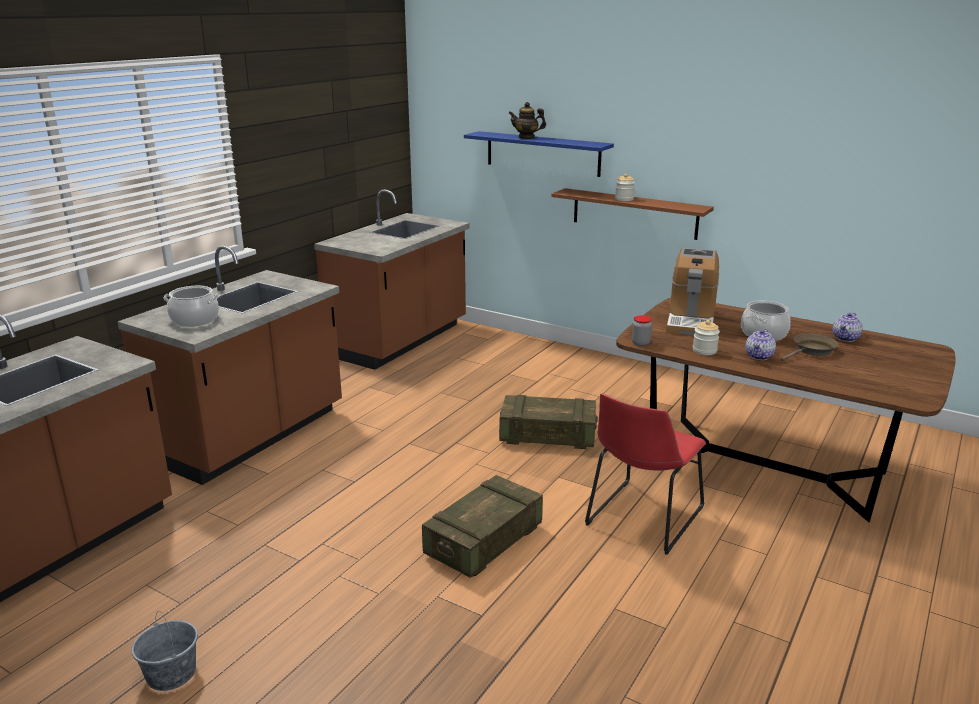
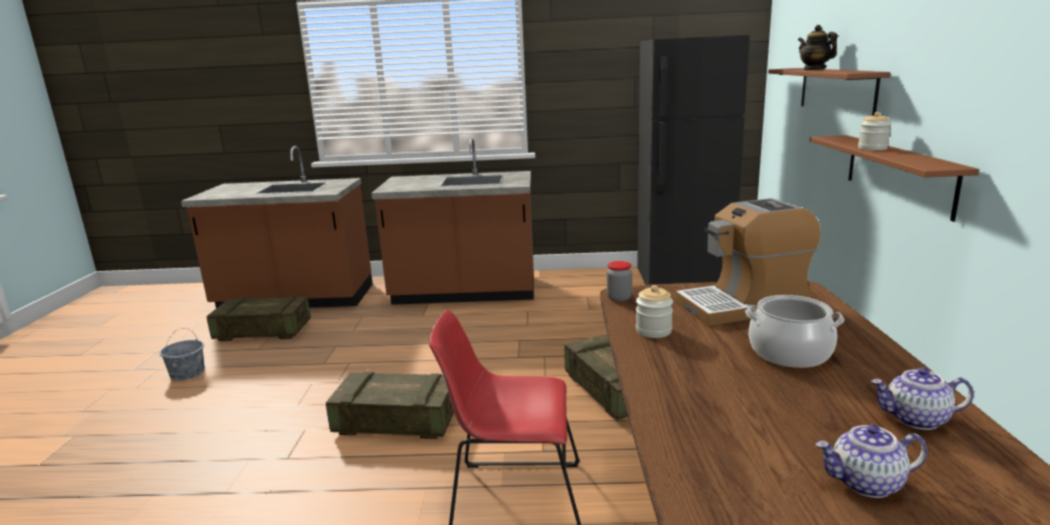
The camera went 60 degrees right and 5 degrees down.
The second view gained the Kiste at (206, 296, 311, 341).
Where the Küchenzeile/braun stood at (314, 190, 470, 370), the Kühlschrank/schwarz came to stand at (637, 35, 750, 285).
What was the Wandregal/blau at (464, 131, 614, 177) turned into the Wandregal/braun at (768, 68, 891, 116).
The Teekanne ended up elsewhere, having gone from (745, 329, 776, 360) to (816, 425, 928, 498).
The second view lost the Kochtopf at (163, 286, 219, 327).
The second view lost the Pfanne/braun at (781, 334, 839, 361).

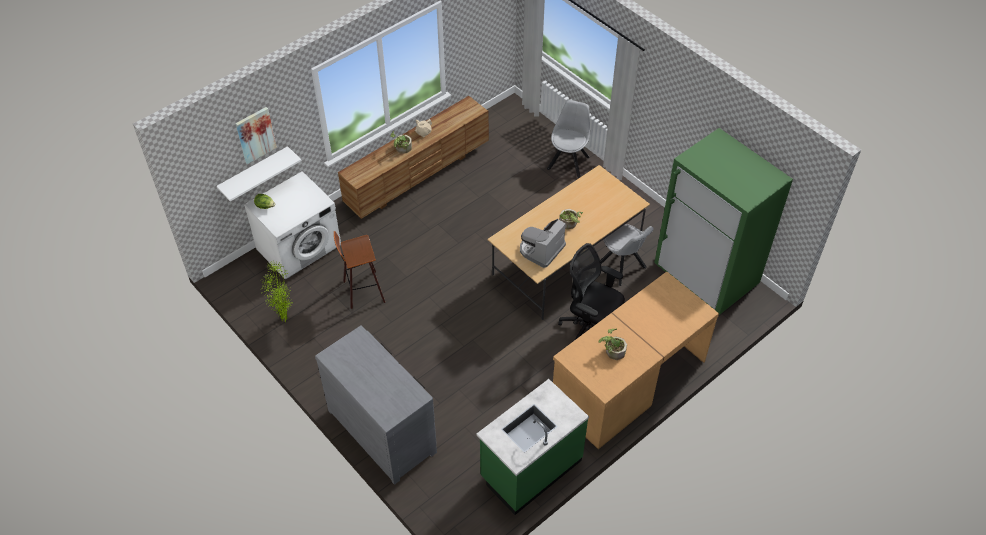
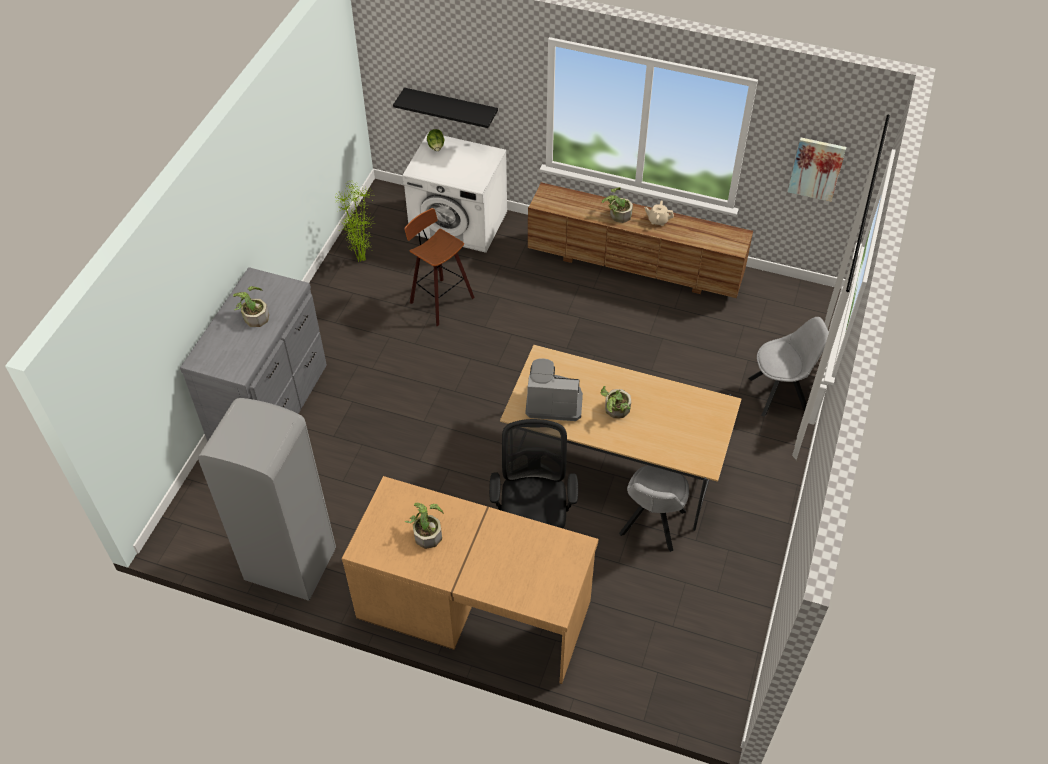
The camera went 60 degrees right and 0 degrees up.
Where the Küchenzeile/grün stood at (476, 379, 589, 515), the Kühlschrank/grau came to stand at (198, 398, 336, 601).
The second view gained the Topfpflanze at (233, 286, 269, 327).
What was the Wandregal/weiß at (217, 146, 301, 201) turned into the Wandregal/schwarz at (393, 88, 498, 128).
The Bild ended up elsewhere, having gone from (235, 107, 277, 164) to (788, 138, 846, 202).
The second view lost the Kühlschrank/grün at (654, 128, 793, 315).

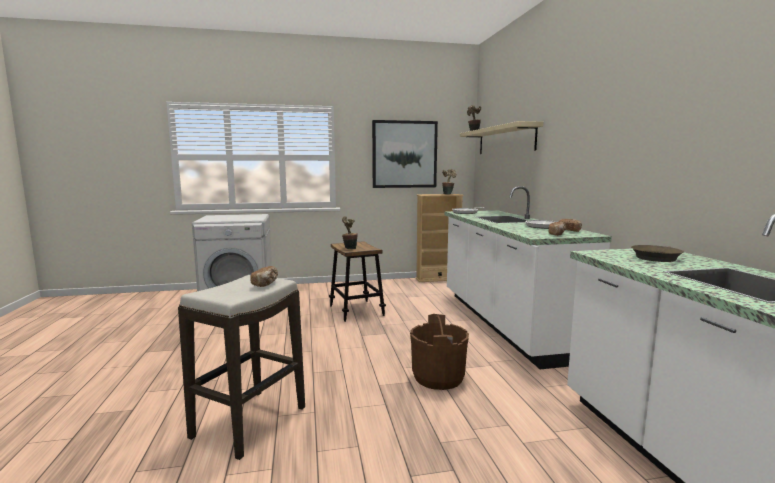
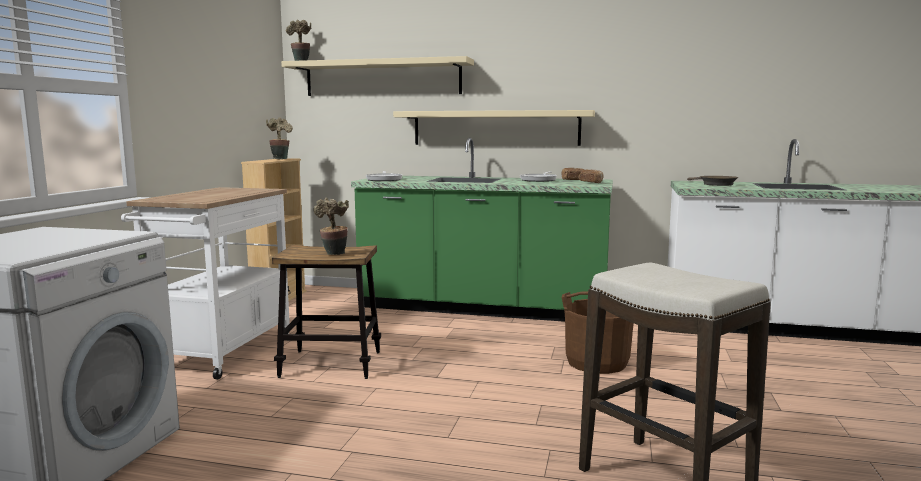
The camera went 65 degrees left and 0 degrees up.
The second view gained the Rollwagen/weiß at (121, 187, 290, 379).
What was the Küchenzeile/weiß at (445, 186, 612, 369) turned into the Küchenzeile/grün at (351, 138, 613, 322).
The second view gained the Wandregal/beige at (393, 110, 595, 146).
The second view lost the Brot at (250, 266, 278, 287).
The second view lost the Bild at (372, 120, 438, 188).

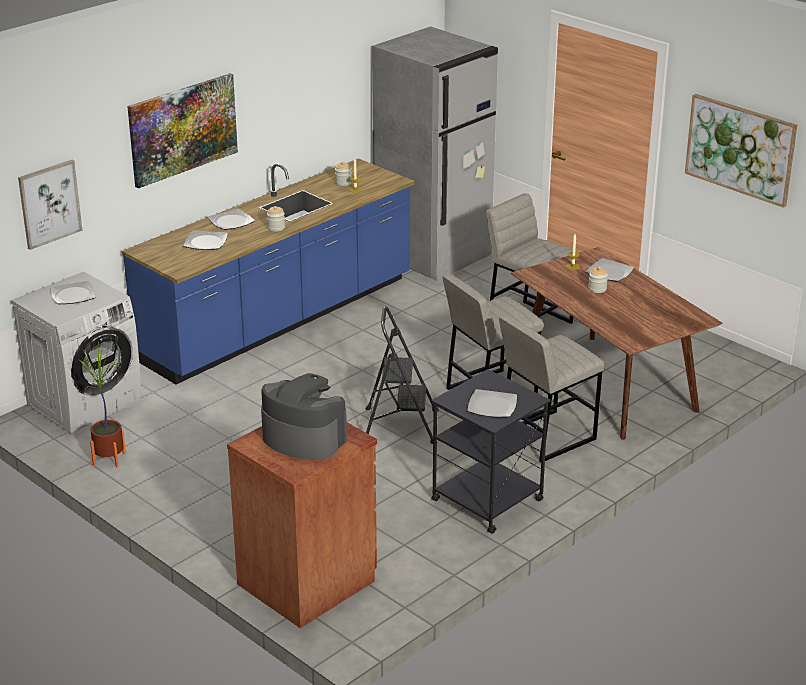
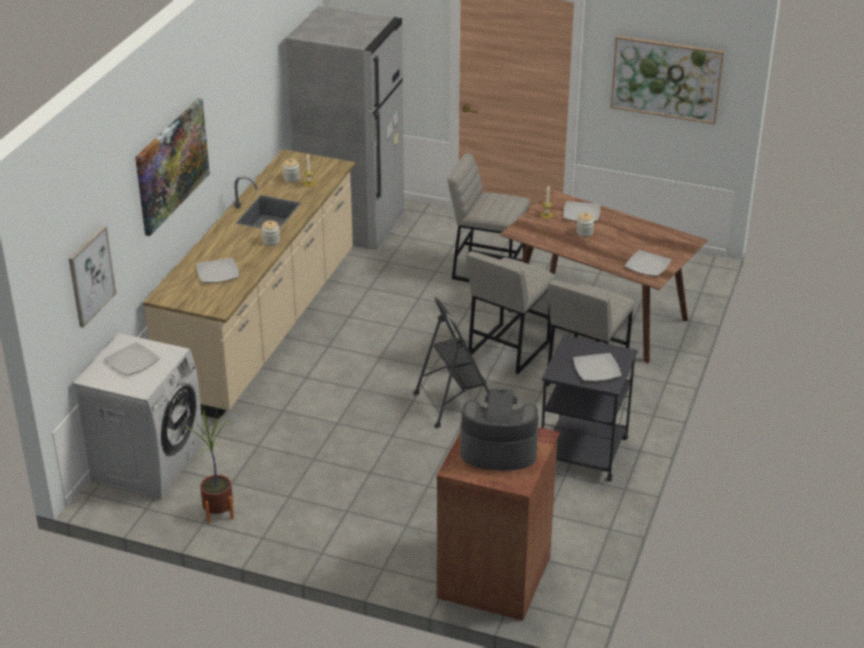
The camera went 25 degrees left and 5 degrees up.
What was the Küchenzeile/blau at (122, 158, 415, 384) turned into the Küchenzeile/beige at (143, 149, 355, 419).
The Teller ended up elsewhere, having gone from (208, 208, 255, 230) to (625, 250, 671, 276).

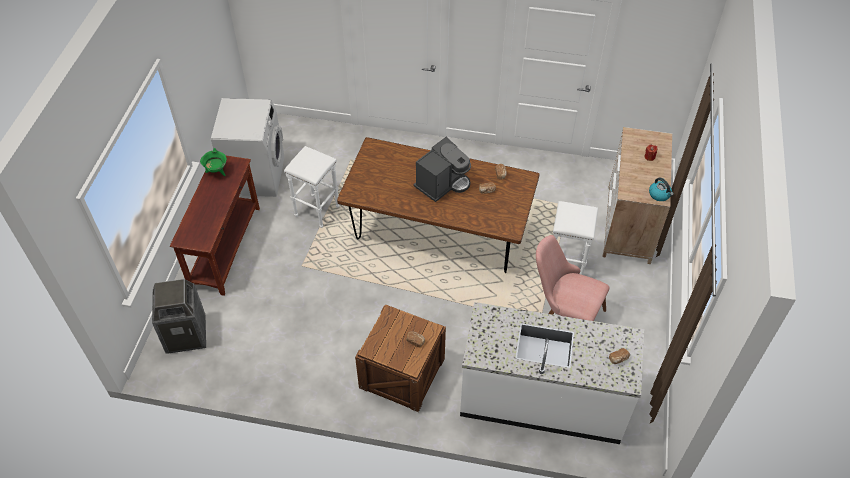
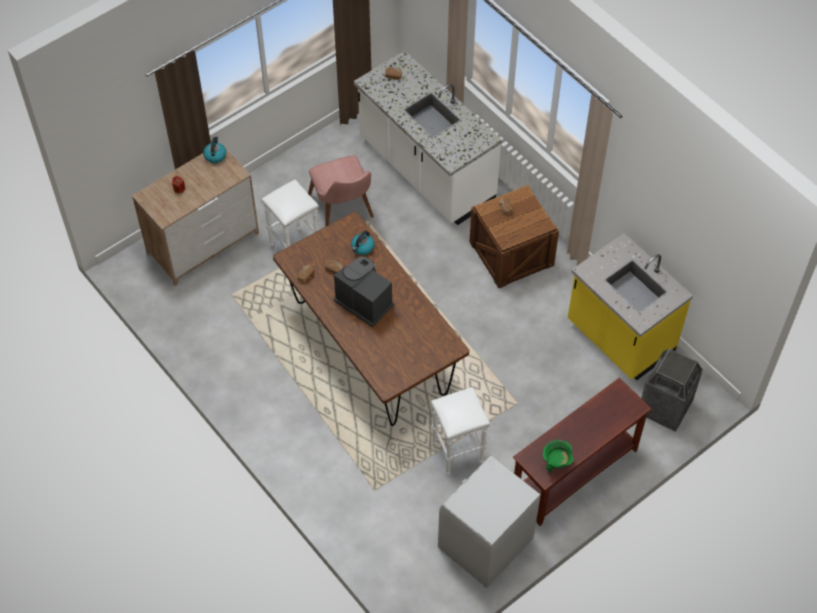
The camera went 140 degrees left and 5 degrees up.
The Kaffeemaschine at (413, 137, 471, 202) ended up facing another way, 45 degrees clockwise from before.
The second view gained the Wasserkessel at (351, 231, 375, 255).
The second view gained the Küchenzeile/gelb at (568, 233, 693, 380).

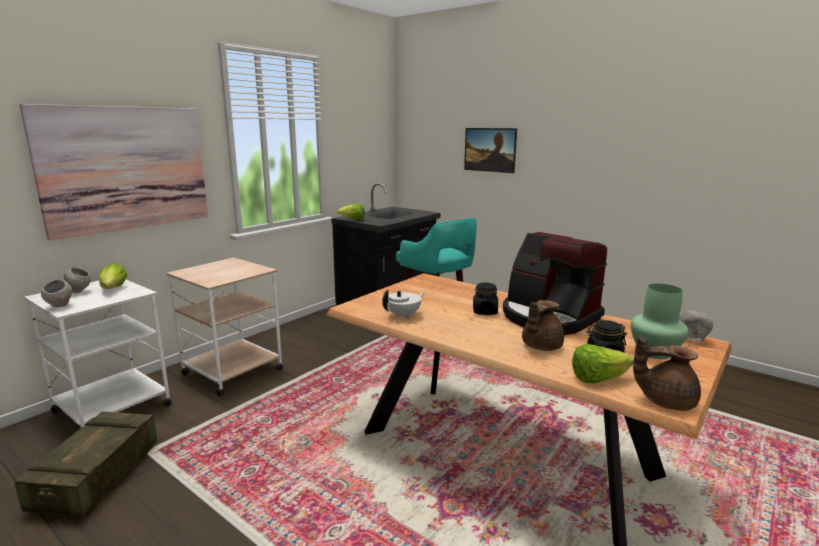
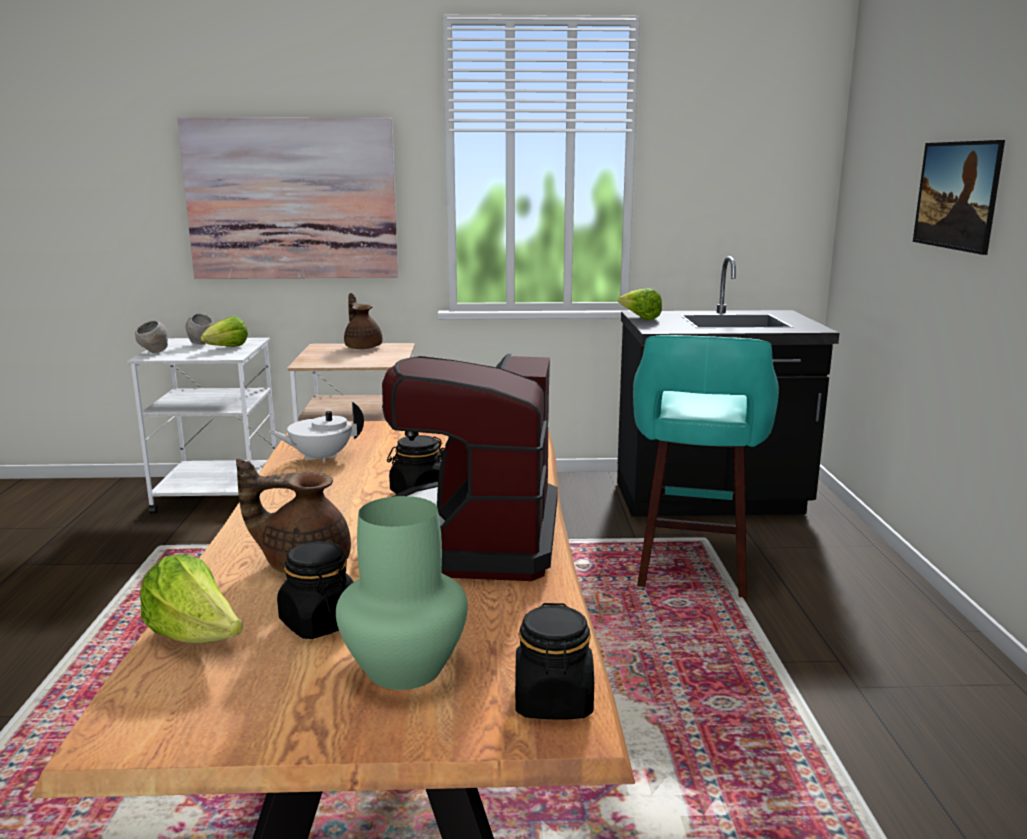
The camera went 50 degrees right and 0 degrees up.
The Teekanne/weiß at (382, 289, 425, 319) ended up facing another way, 150 degrees clockwise from before.
The Teekanne/braun ended up elsewhere, having gone from (633, 336, 701, 411) to (344, 293, 383, 349).
Where the Schüssel/grau stood at (679, 310, 713, 342), the Vorratsglas/schwarz came to stand at (515, 603, 594, 719).
The second view lost the Kiste at (14, 411, 157, 517).

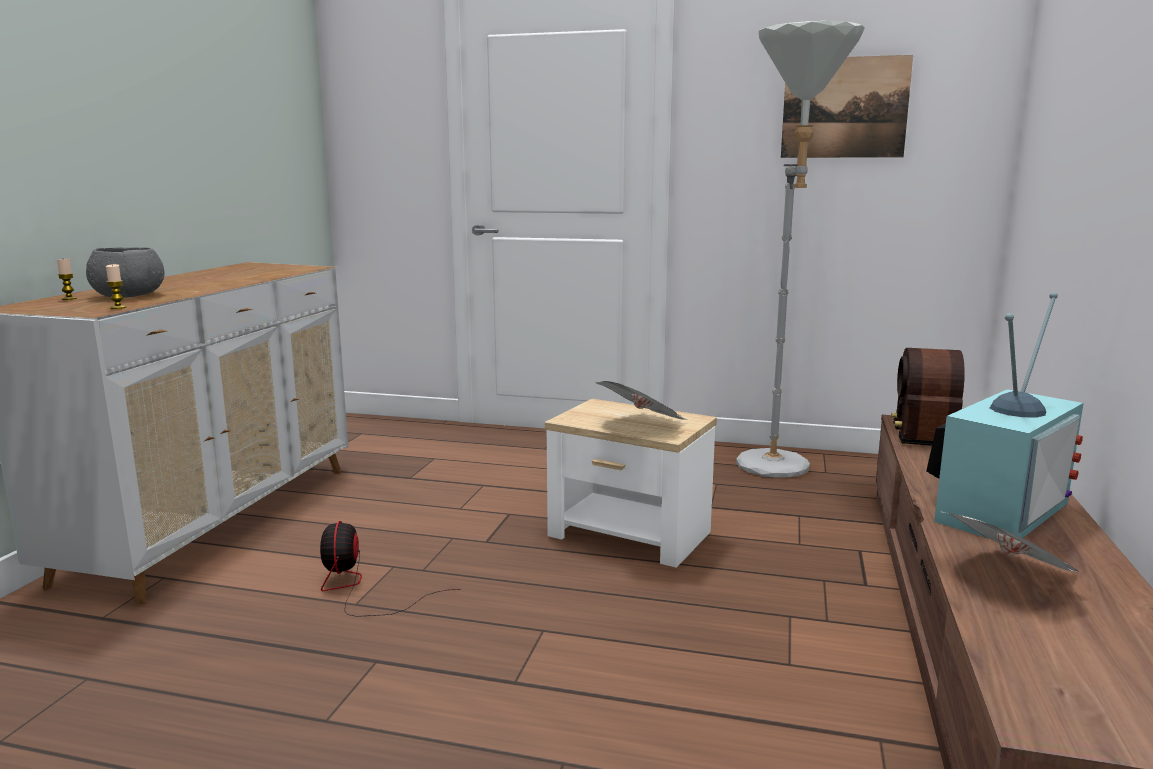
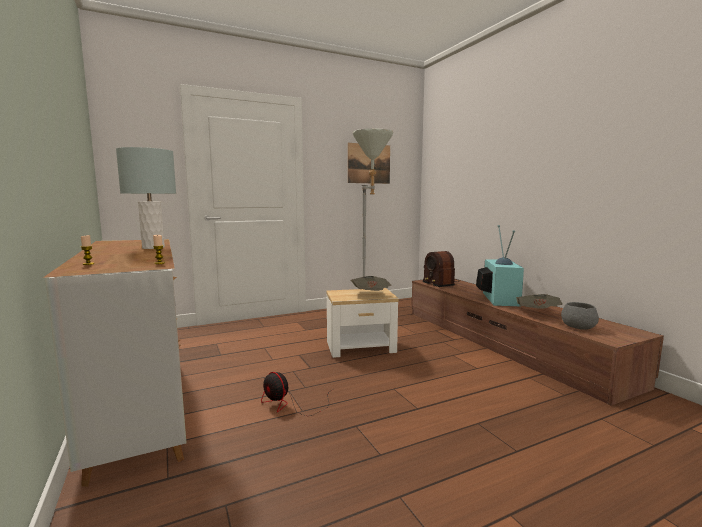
The camera went 40 degrees left and 5 degrees down.
The second view gained the Tischlampe/grau at (116, 147, 176, 249).
The Schüssel/grau ended up elsewhere, having gone from (86, 247, 165, 298) to (561, 302, 599, 330).

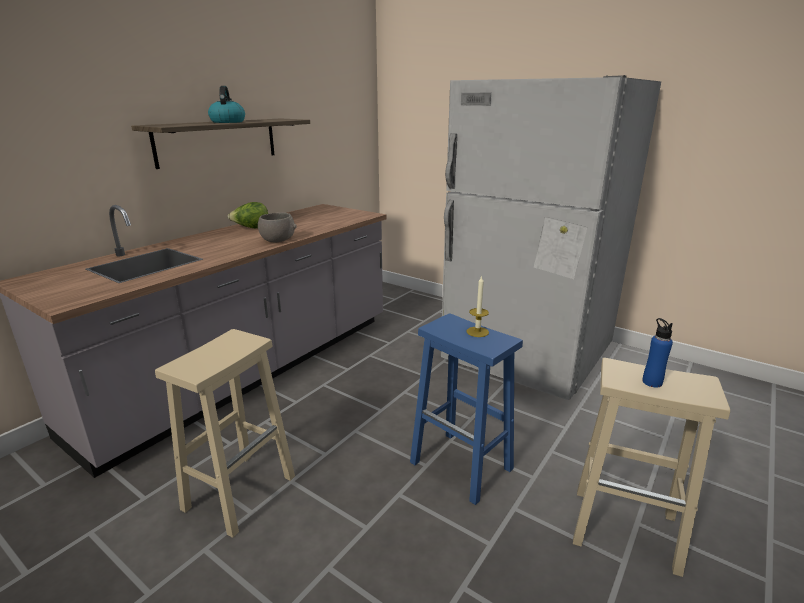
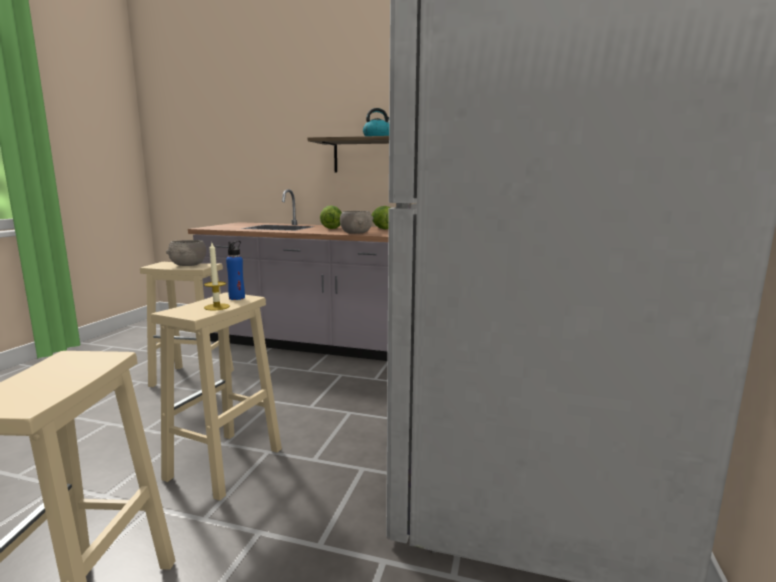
The camera went 70 degrees right and 10 degrees down.
What was the Hocker/blau at (410, 314, 523, 505) turned into the Hocker/beige at (151, 292, 282, 501).
The second view gained the Schüssel/grau at (166, 240, 206, 266).
The Flasche/blau ended up elsewhere, having gone from (642, 318, 673, 388) to (226, 241, 245, 300).
The second view gained the Salatkopf at (320, 205, 342, 229).

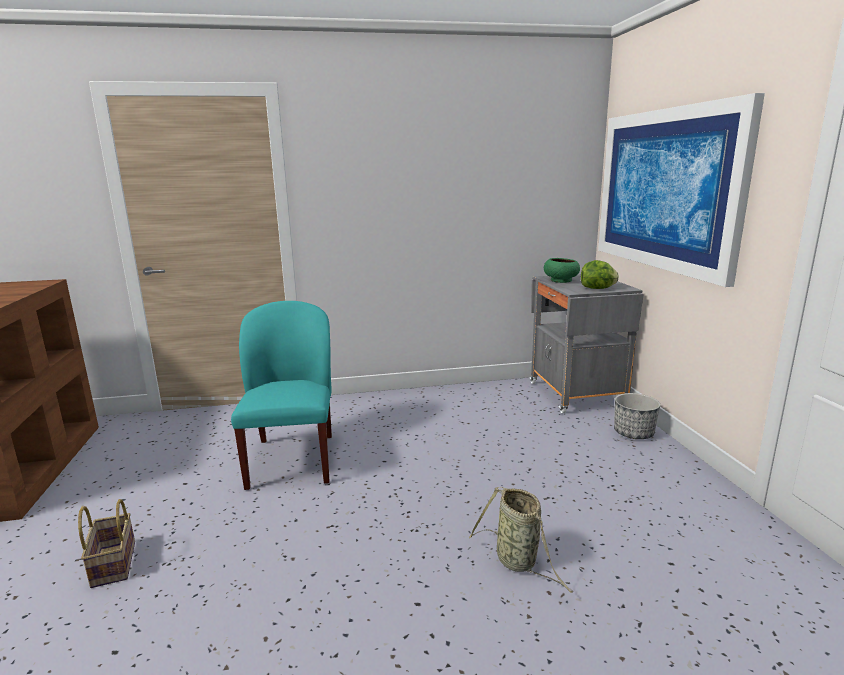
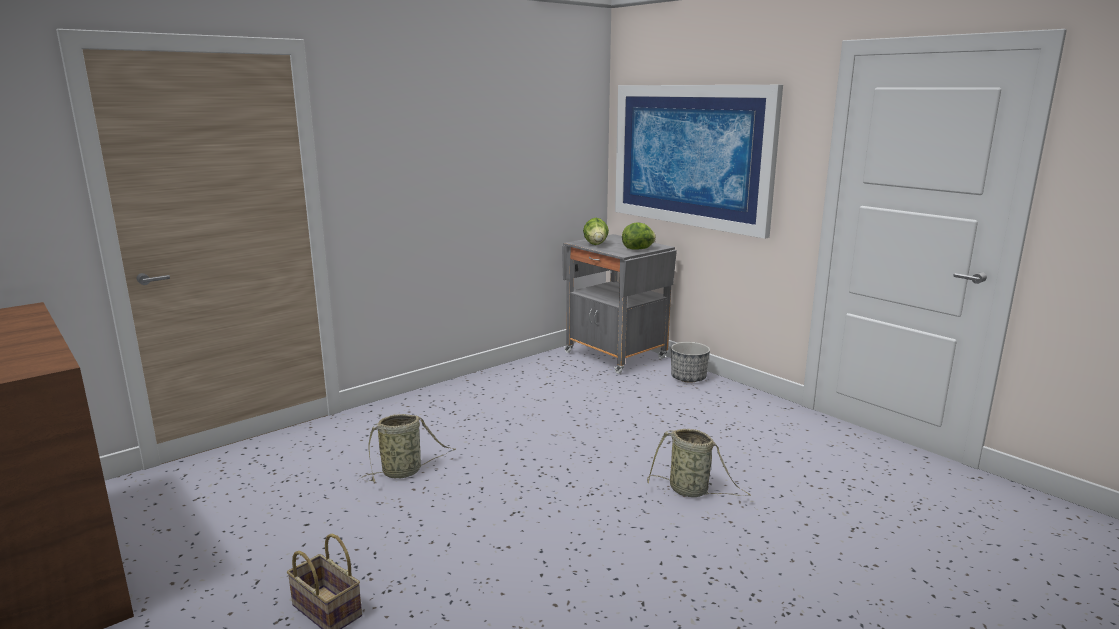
The camera went 30 degrees left and 0 degrees up.
Where the Stuhl/türkis stood at (231, 301, 332, 490), the Korb came to stand at (361, 414, 456, 482).
Where the Schüssel/grün stood at (544, 258, 580, 283), the Salatkopf came to stand at (583, 218, 609, 245).

